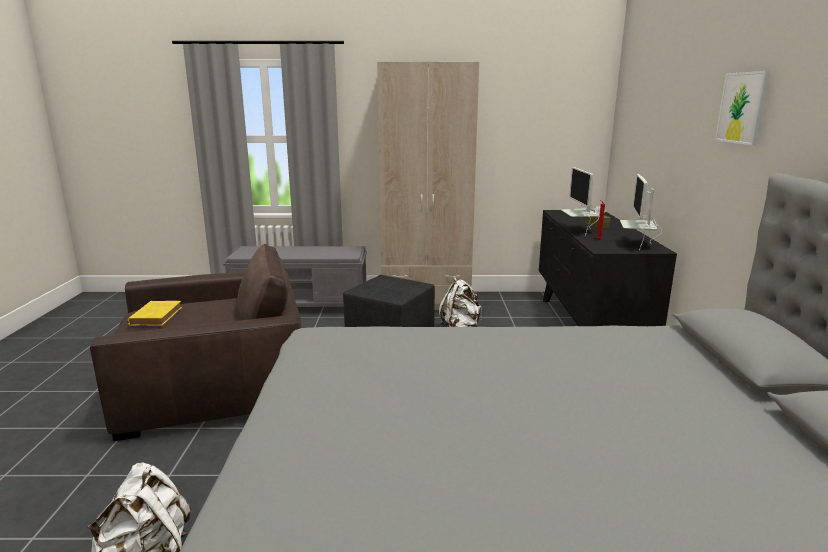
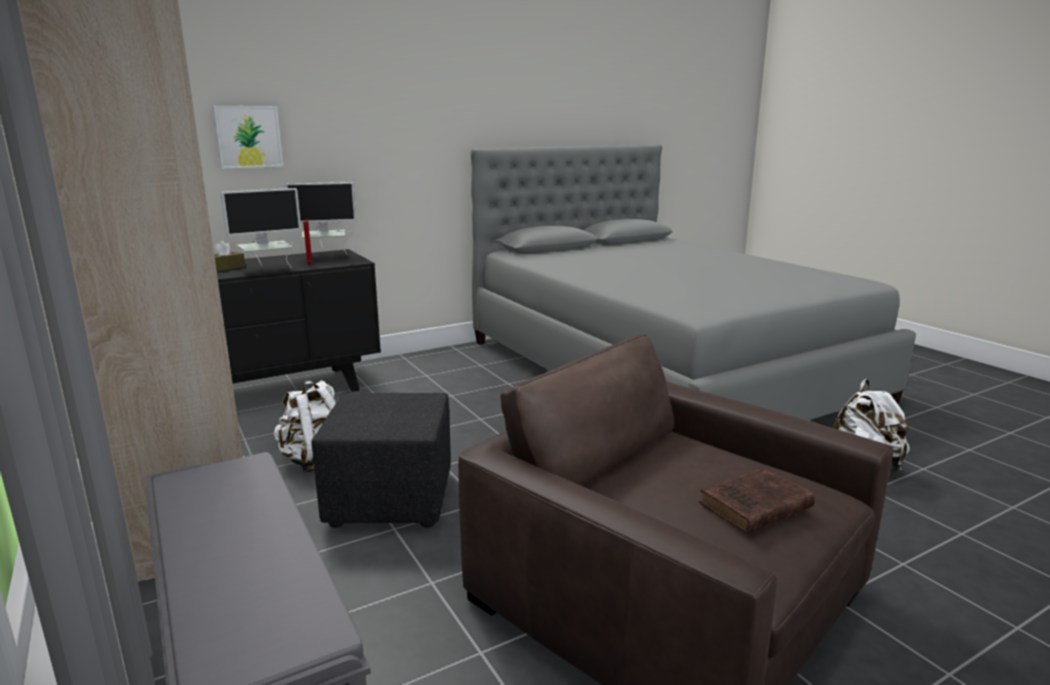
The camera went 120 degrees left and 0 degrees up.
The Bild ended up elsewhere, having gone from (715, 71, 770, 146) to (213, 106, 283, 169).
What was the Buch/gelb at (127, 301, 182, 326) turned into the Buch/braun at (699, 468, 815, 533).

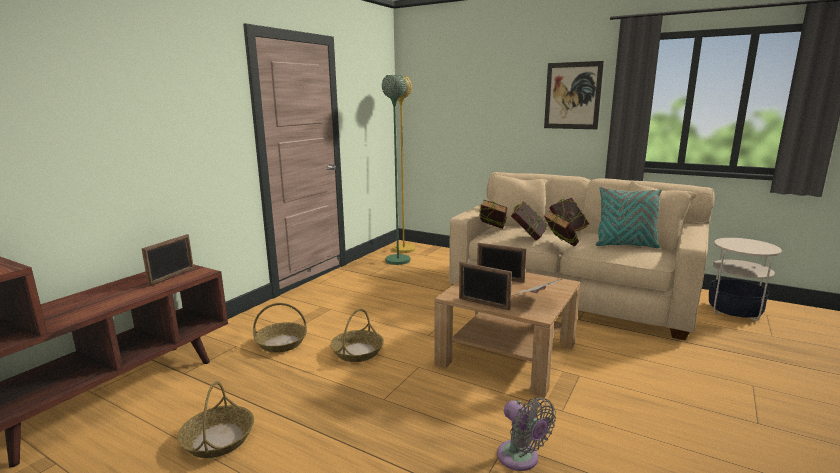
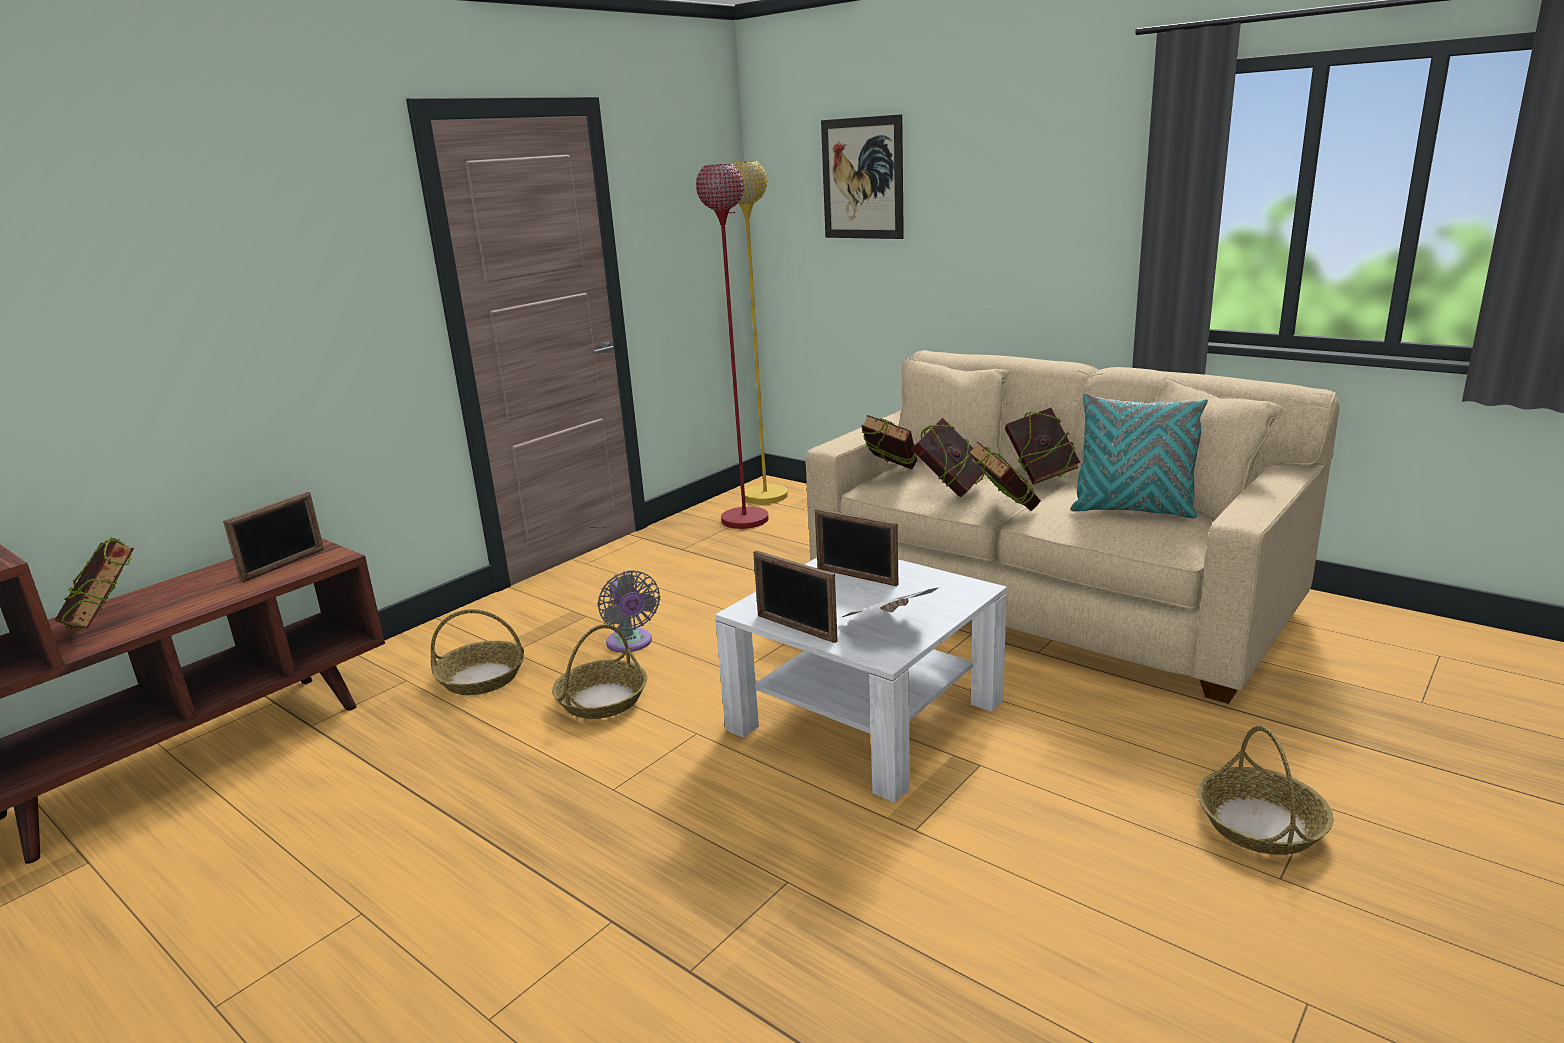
The camera went 10 degrees right and 5 degrees up.
The second view gained the Buch at (54, 537, 134, 632).
The Ventilator/grau ended up elsewhere, having gone from (497, 397, 556, 471) to (597, 570, 660, 653).
What was the Stehlampe/grün at (382, 75, 410, 265) turned into the Stehlampe/rot at (696, 164, 769, 529).
What was the Couchtisch/braun at (434, 272, 580, 397) turned into the Couchtisch/weiß at (715, 558, 1007, 803).
The Bild ended up elsewhere, having gone from (544, 61, 604, 129) to (821, 114, 904, 239).
The Korb ended up elsewhere, having gone from (178, 381, 254, 458) to (1197, 726, 1333, 855).
The second view lost the Beistelltisch/beige at (709, 238, 782, 321).

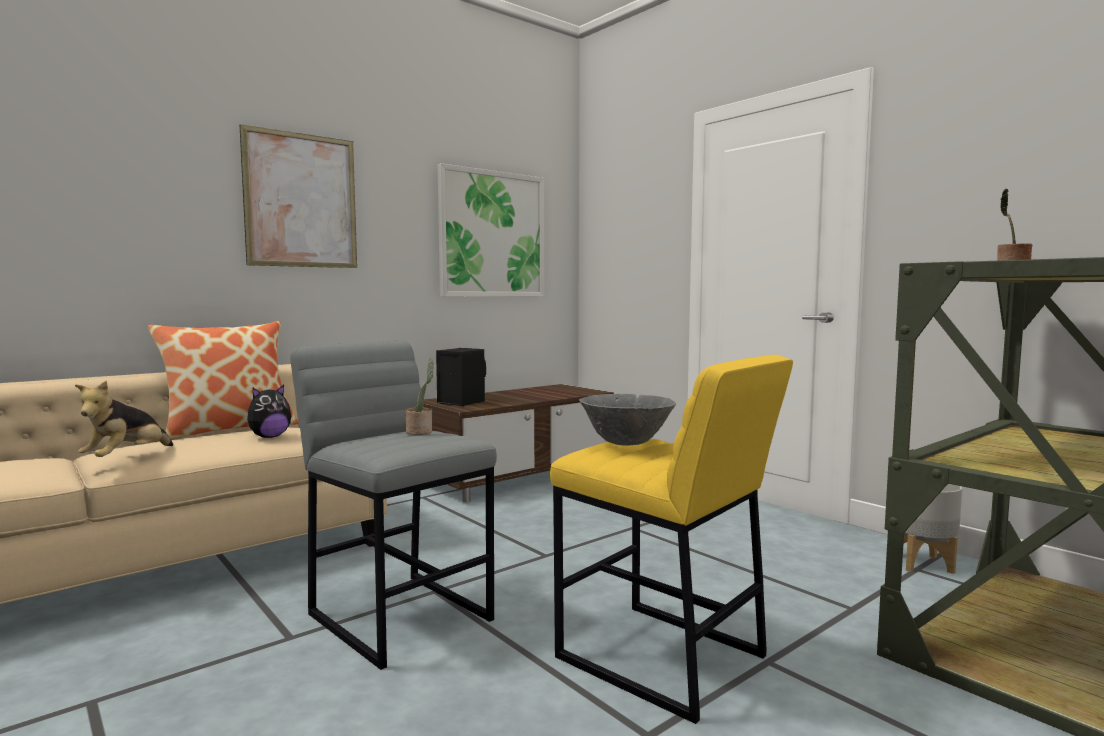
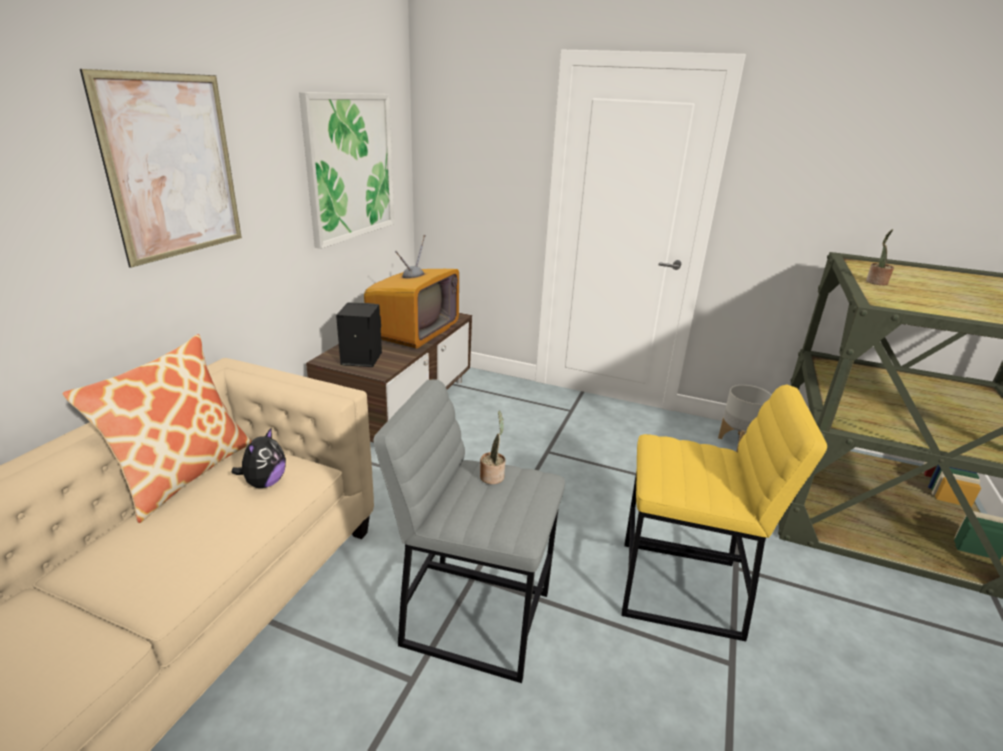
The camera went 30 degrees left and 20 degrees up.
The second view gained the Fernseher at (364, 235, 459, 348).
The second view lost the Plüschtier at (75, 380, 173, 457).
The second view lost the Schüssel/grau at (579, 394, 676, 446).

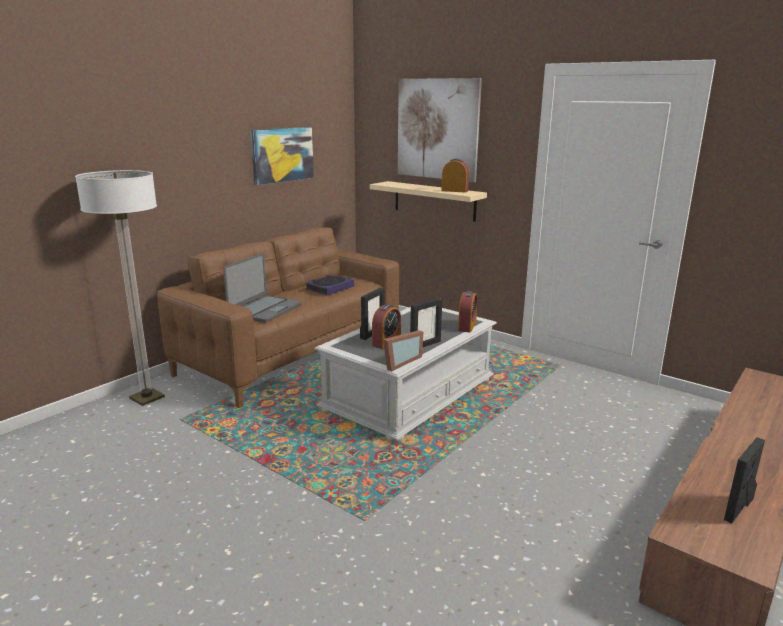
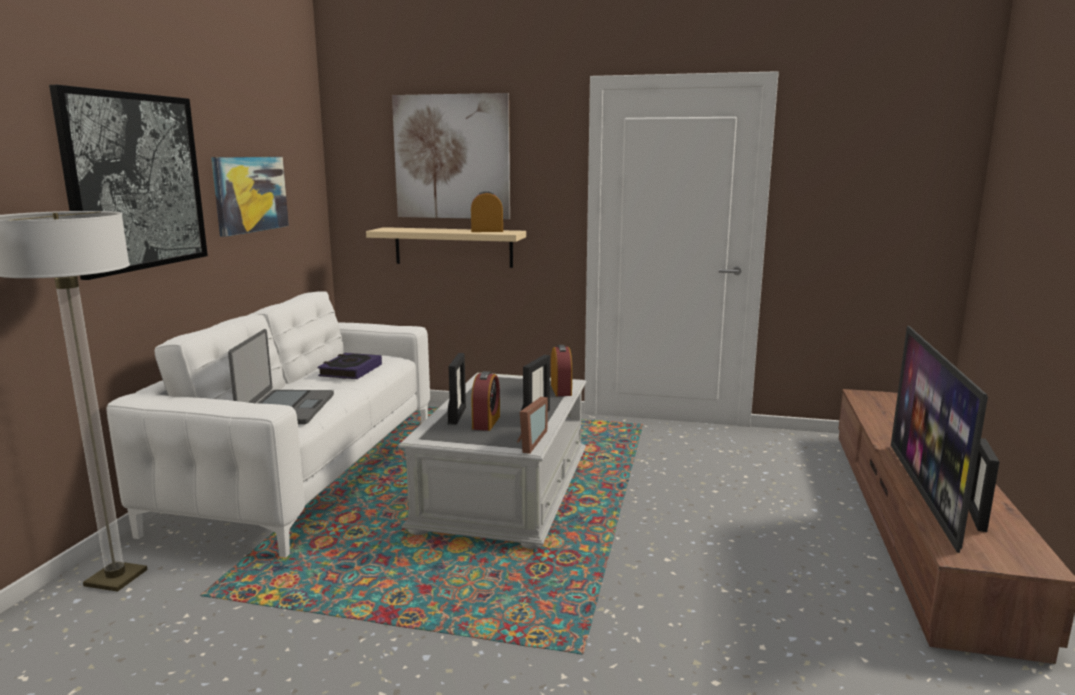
The camera went 25 degrees left and 5 degrees down.
The second view gained the Bild at (49, 85, 208, 280).
What was the Sofa/braun at (157, 227, 399, 408) turned into the Sofa/weiß at (106, 291, 430, 558).
The second view gained the Fernseher at (891, 326, 988, 553).

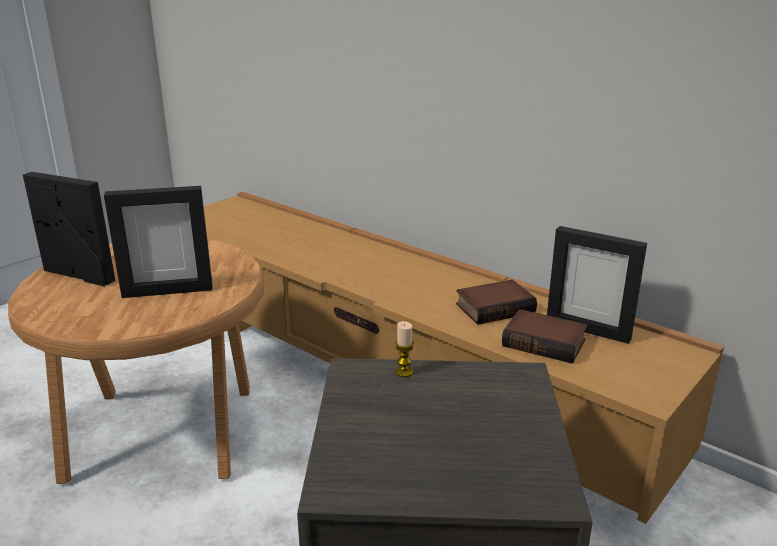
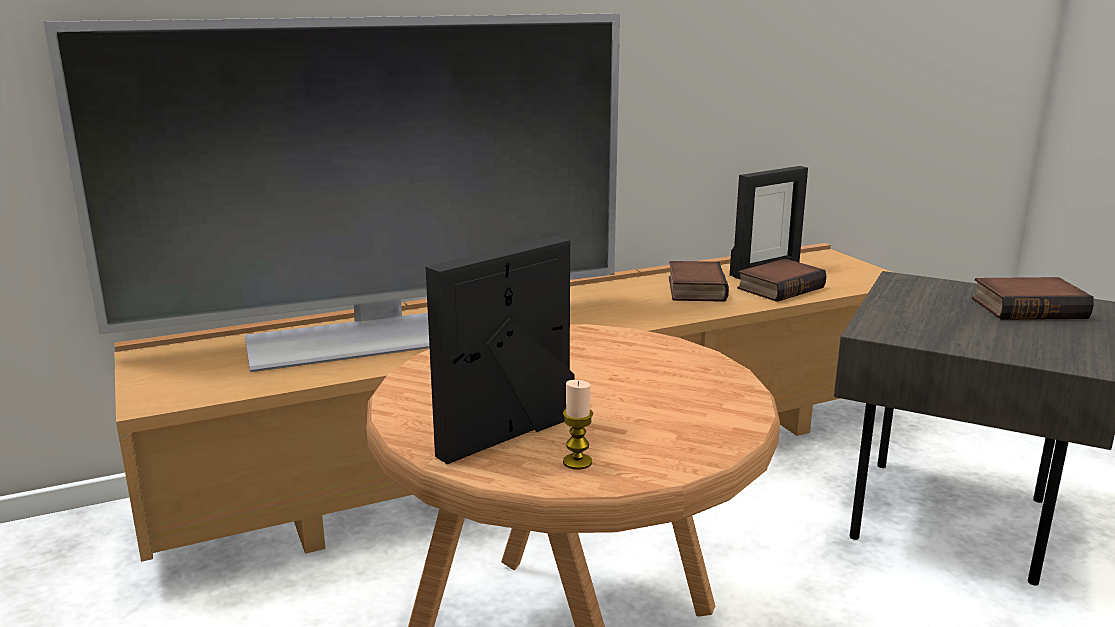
The camera went 65 degrees left and 5 degrees down.
The second view gained the Fernseher at (43, 13, 620, 372).
The Kerze ended up elsewhere, having gone from (395, 321, 414, 377) to (563, 380, 593, 470).
The second view gained the Buch at (972, 277, 1094, 320).
The second view lost the Bilderrahmen at (104, 186, 213, 298).

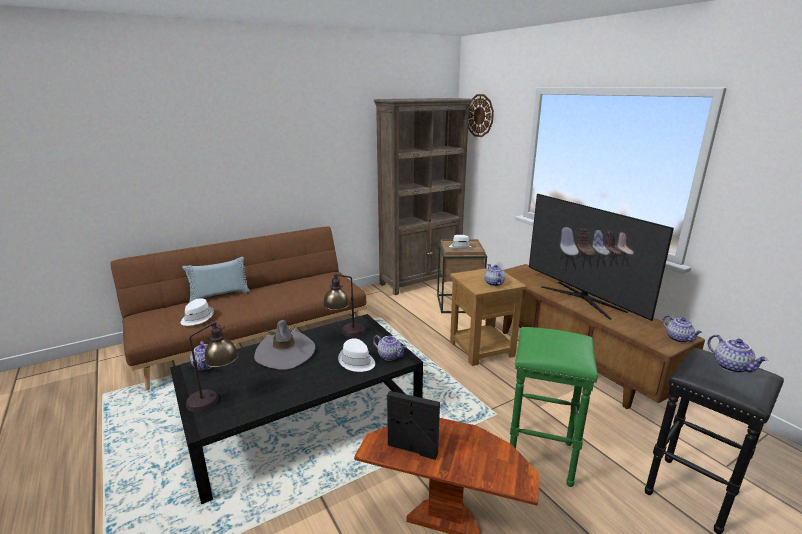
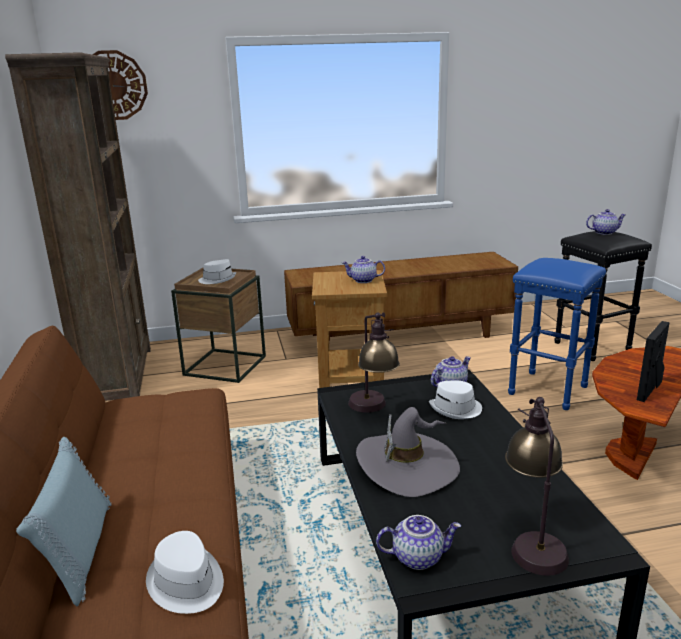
The camera went 70 degrees left and 0 degrees up.
What was the Hocker/grün at (510, 327, 598, 487) turned into the Hocker/blau at (508, 258, 606, 410).
The second view lost the Fernseher at (529, 194, 674, 321).
The second view lost the Teekanne at (662, 315, 702, 343).

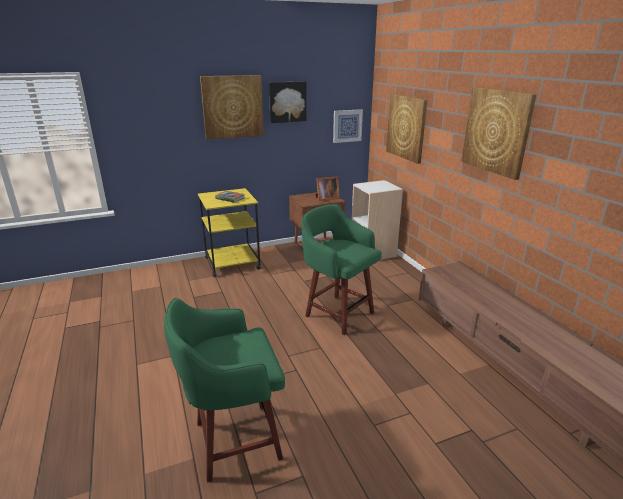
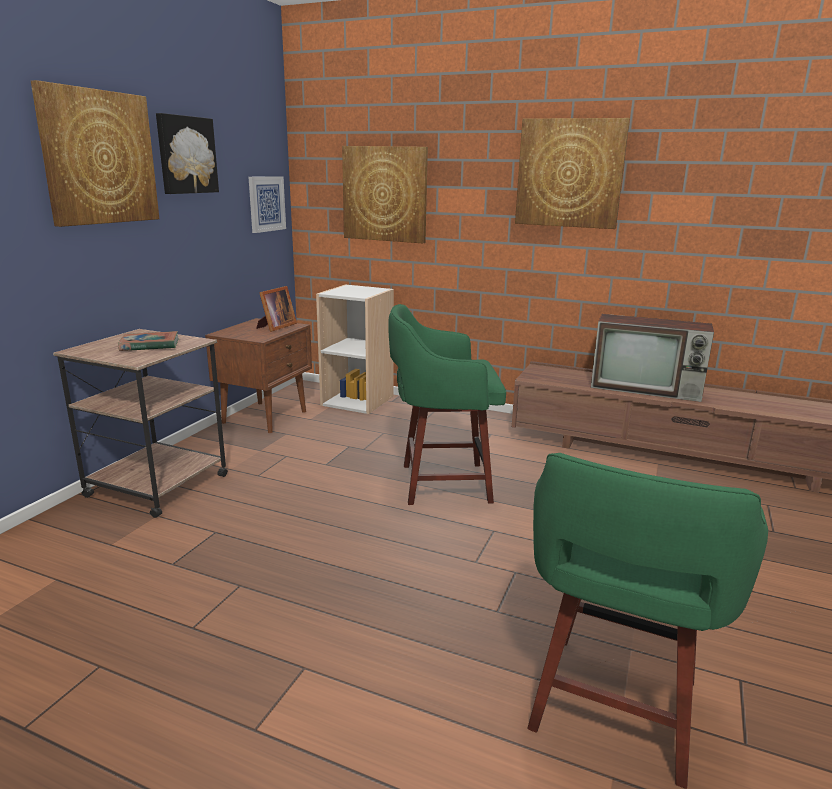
The camera went 45 degrees left and 5 degrees down.
What was the Rollwagen/gelb at (198, 188, 261, 277) turned into the Rollwagen/braun at (53, 329, 228, 518).
The second view gained the Fernseher at (591, 314, 714, 402).

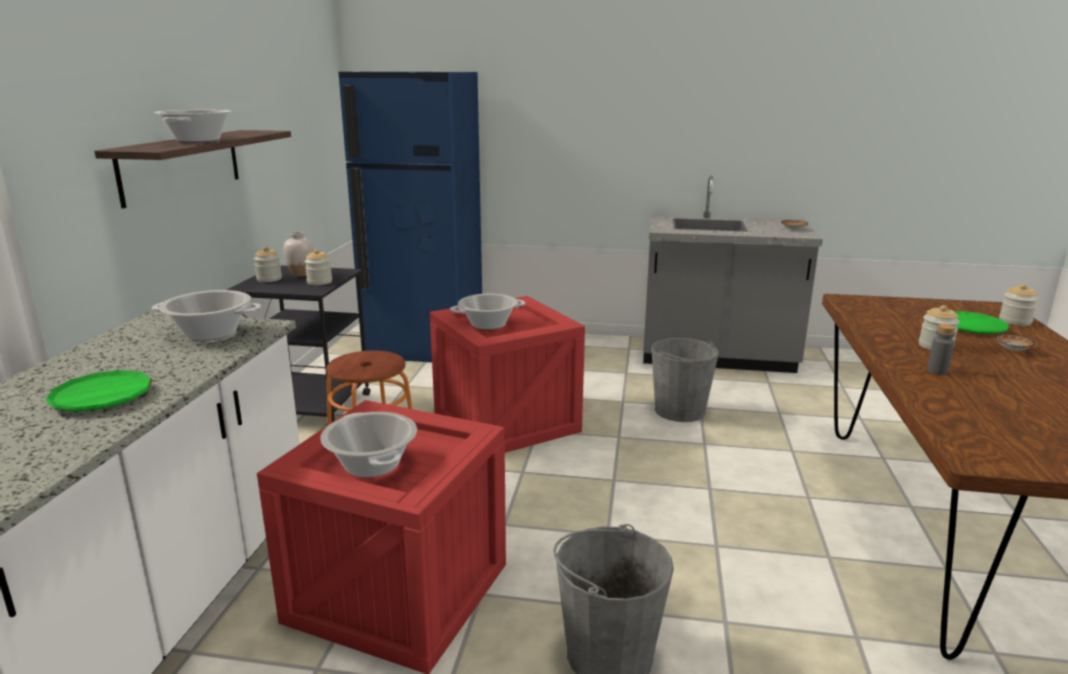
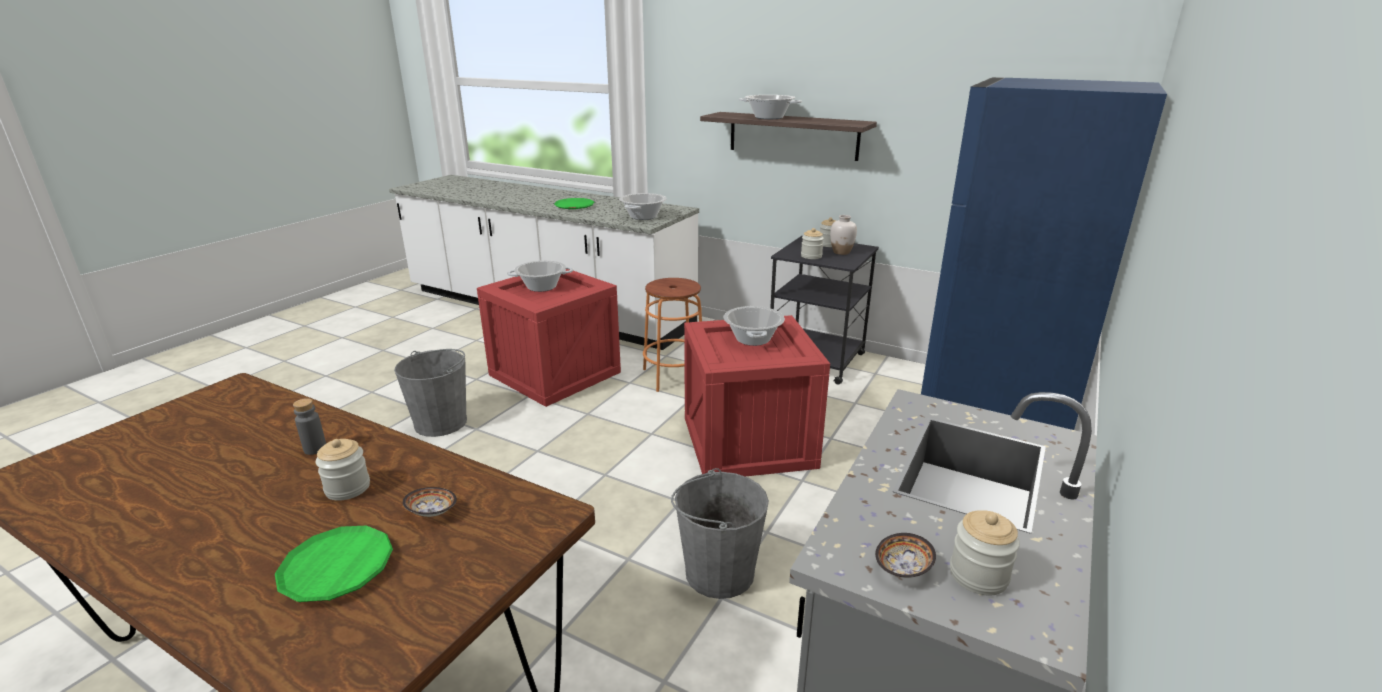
The camera went 110 degrees right and 5 degrees up.
The Schüssel ended up elsewhere, having gone from (995, 333, 1035, 351) to (403, 487, 457, 517).
The Vorratsglas ended up elsewhere, having gone from (999, 284, 1038, 326) to (950, 510, 1020, 595).

